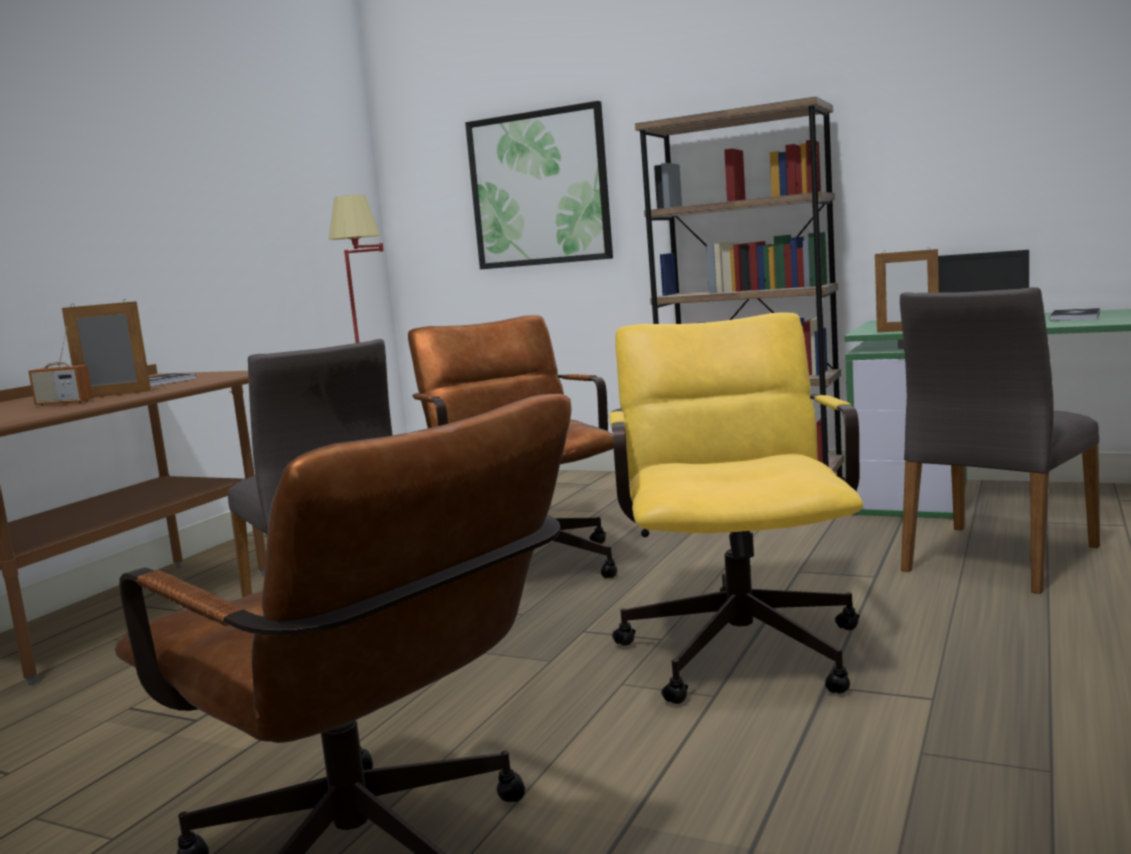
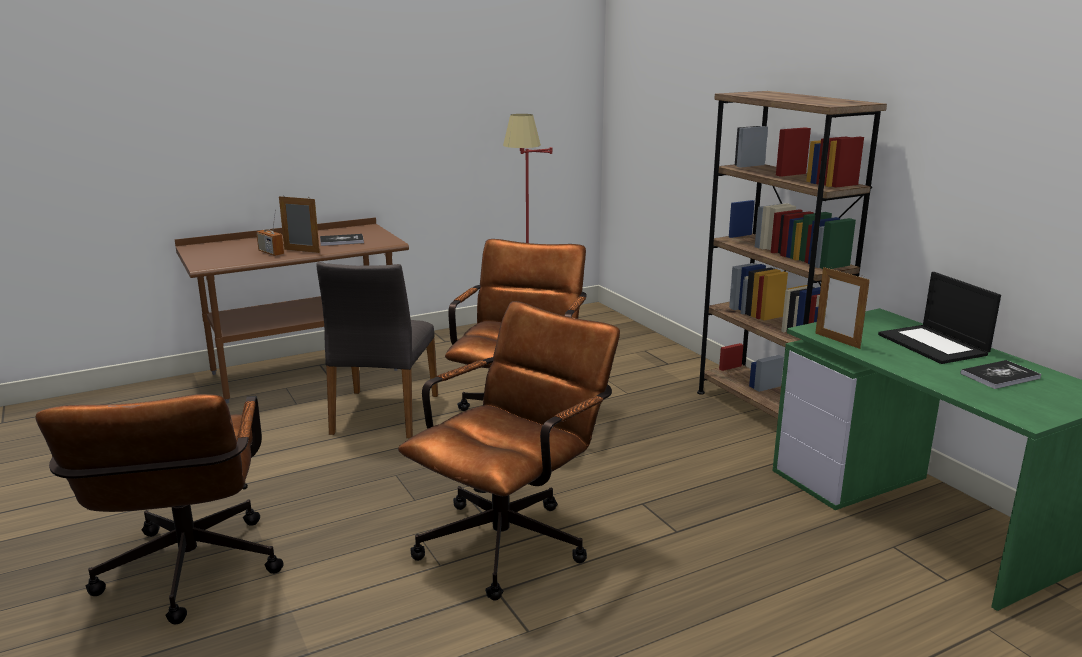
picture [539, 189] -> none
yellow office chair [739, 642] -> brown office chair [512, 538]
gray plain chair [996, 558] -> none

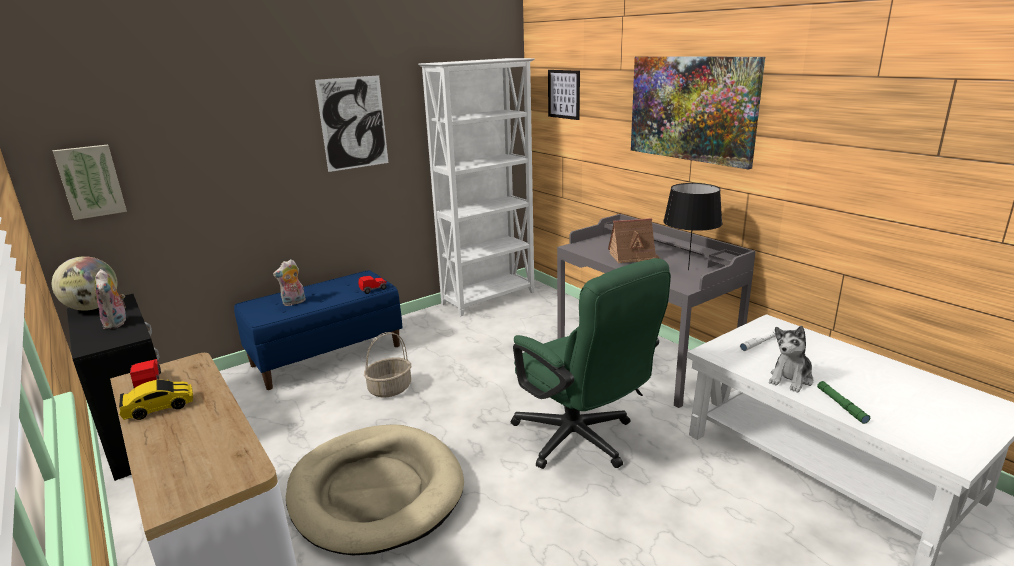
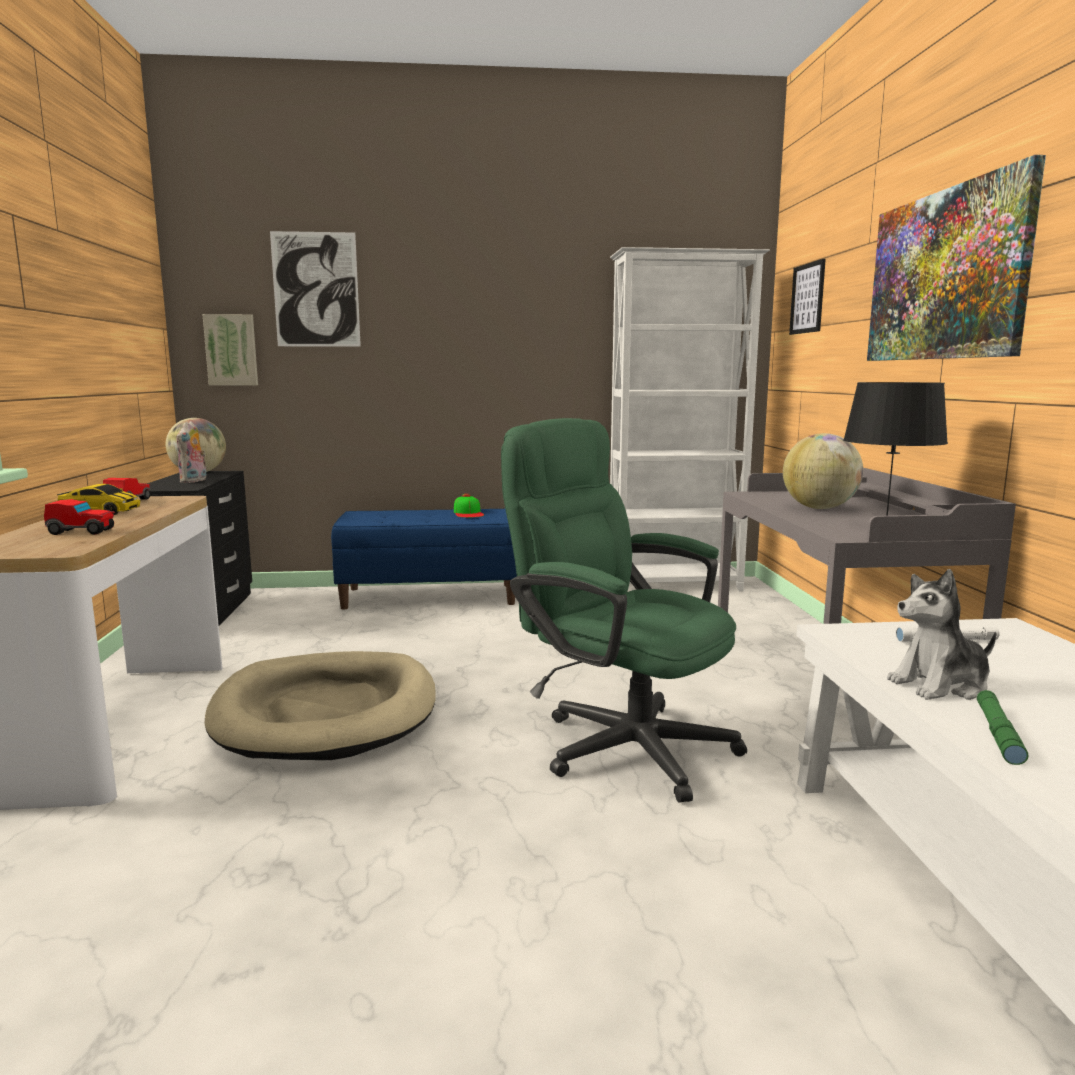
soft toy [294, 303] -> none
picture [353, 123] -> picture [316, 290], relocated
miniature car [373, 289] -> miniature car [82, 532], relocated
storage basket [390, 388] -> none
green office chair [581, 441] -> green office chair [619, 742], 135 degrees clockwise
miniature house [633, 257] -> desk globe [819, 508]
none -> peaked cap [468, 513]

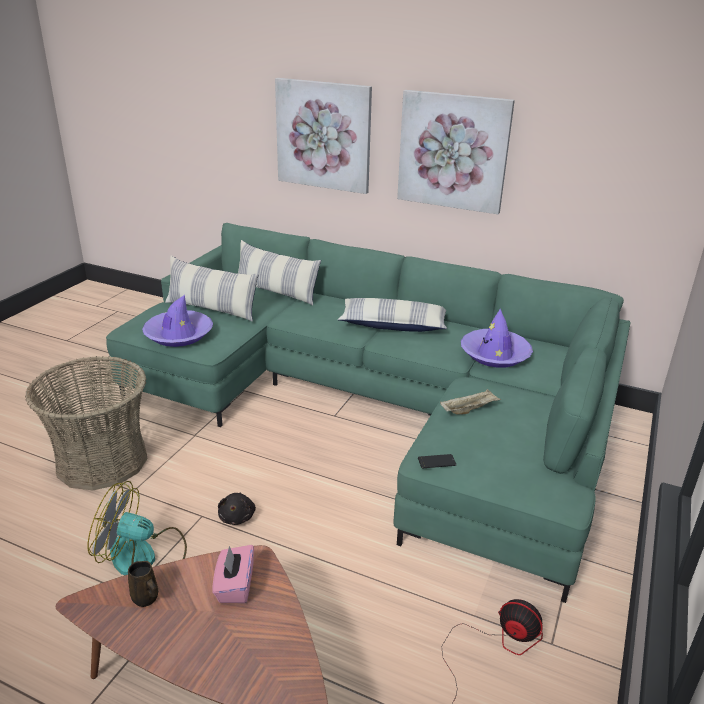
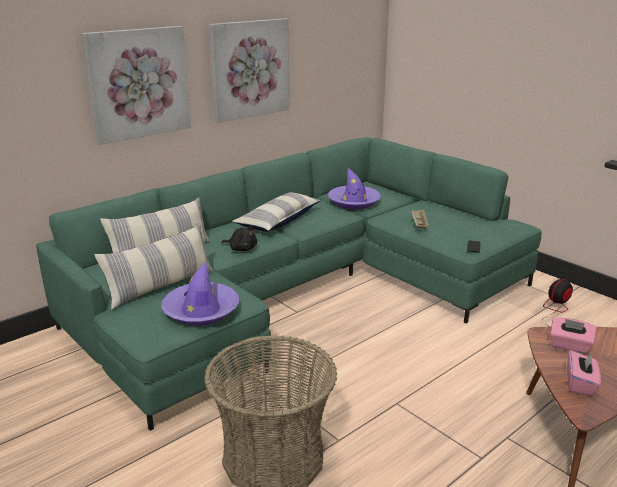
electric fan [144, 558] -> none
brown coffee mug [146, 599] -> pink-coloured tissue holder [580, 384]
blackish soft toy [237, 517] -> blackish soft toy [241, 249], relocated

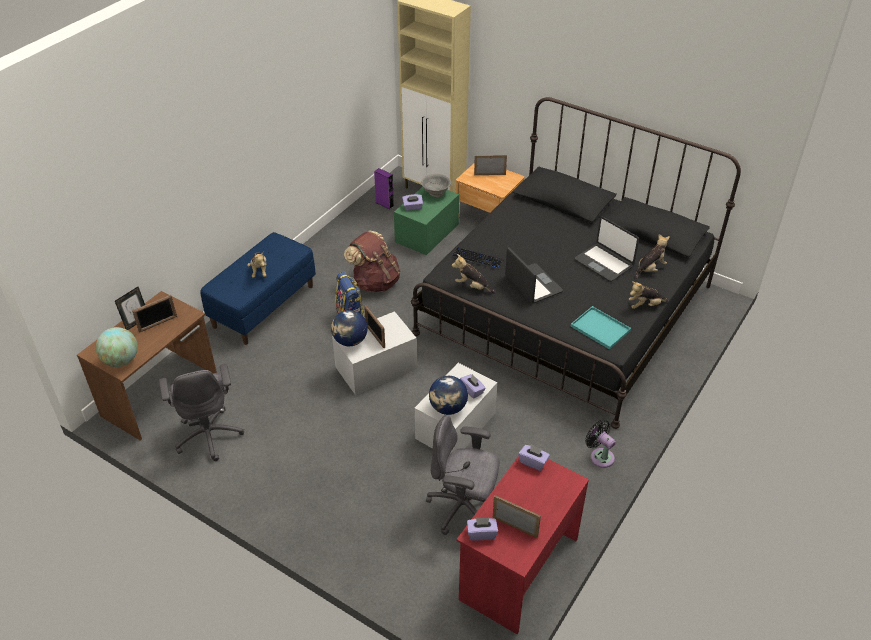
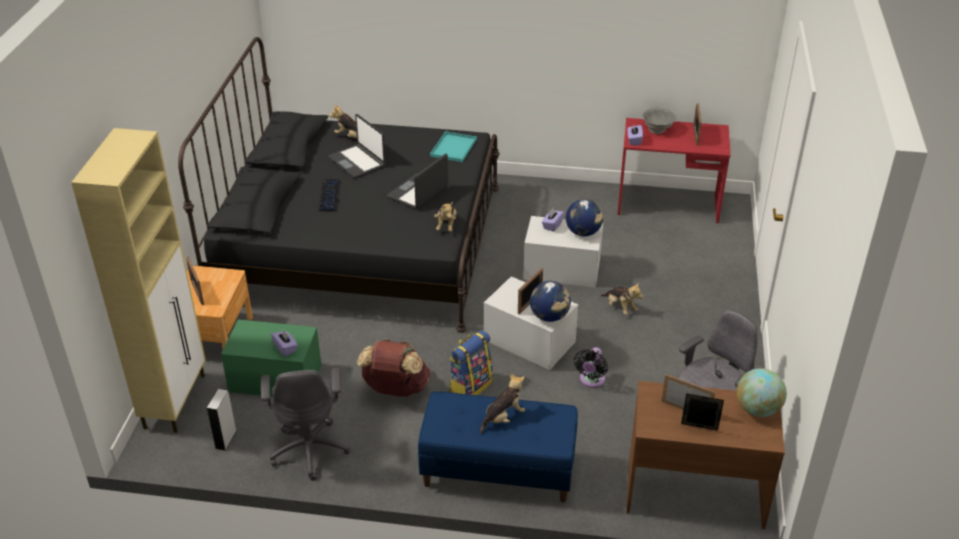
purple-coloured audio speaker [384, 204] -> gray audio speaker [226, 439]
gray deep dish [436, 193] -> gray deep dish [657, 129], relocated
gray office chair [463, 508] -> gray office chair [310, 449], relocated
computer keyboard [477, 259] -> computer keyboard [329, 195], relocated
purple-coloured tissue holder [481, 533] -> none
portable computer [604, 263] -> portable computer [357, 161], 120 degrees clockwise
blackish electric fan [600, 456] -> blackish electric fan [591, 380], relocated
soft toy [645, 305] -> soft toy [620, 307], relocated

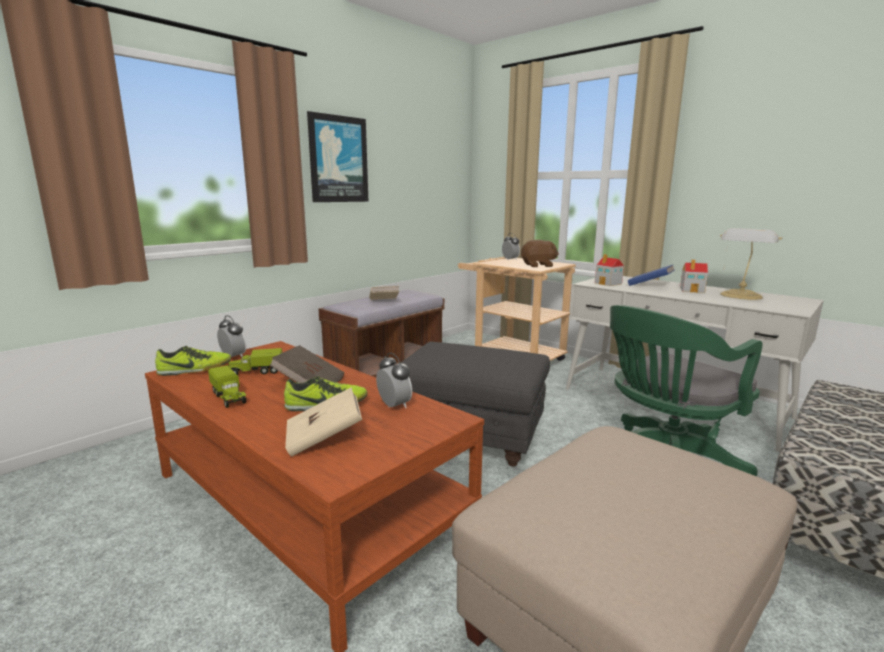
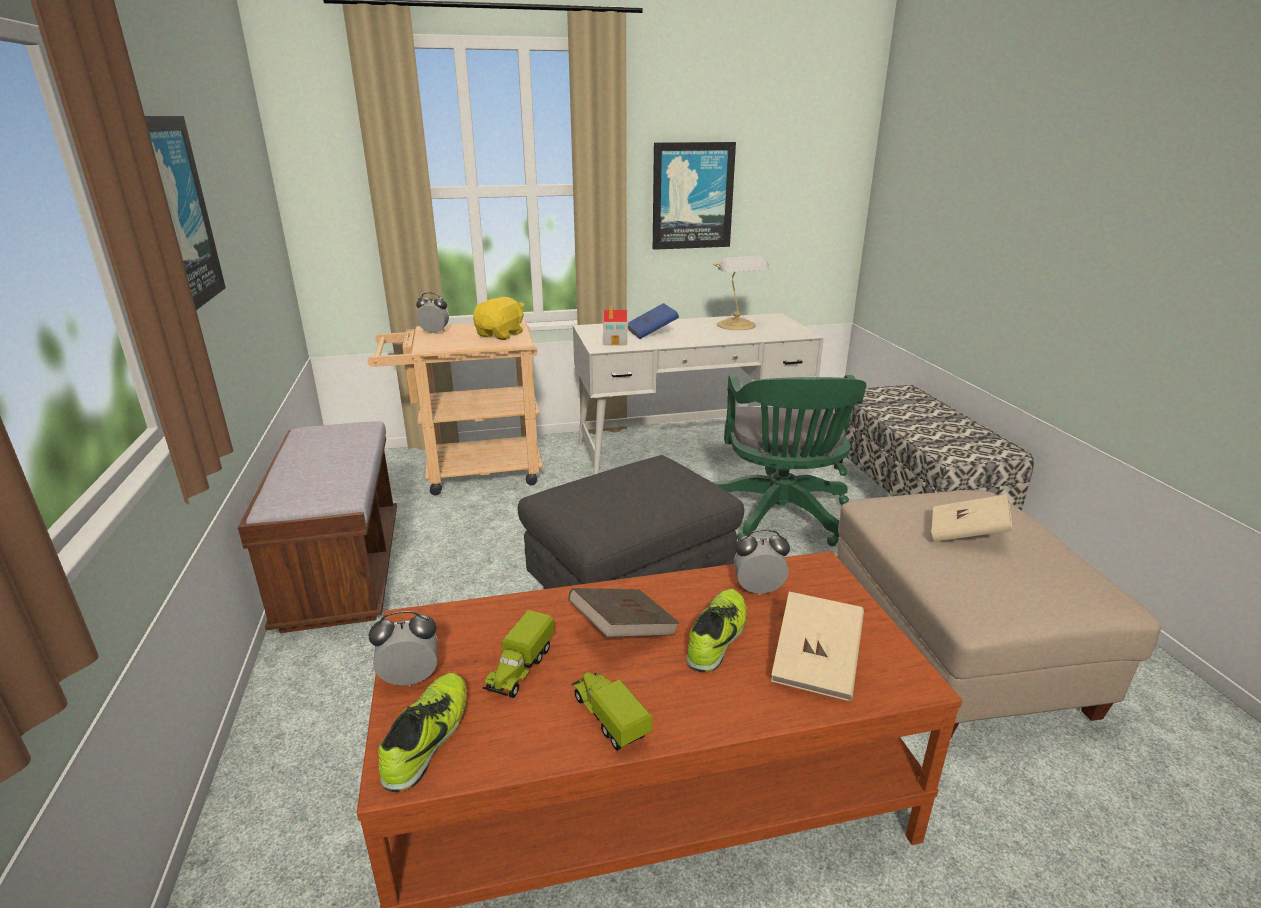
model truck [229, 398] -> model truck [609, 718], 120 degrees counterclockwise
sand-coloured bound book [384, 302] -> sand-coloured bound book [966, 535], relocated
brown soft toy [538, 265] -> yellow soft toy [501, 335]
miniature house [692, 290] -> none
none -> picture [692, 196]

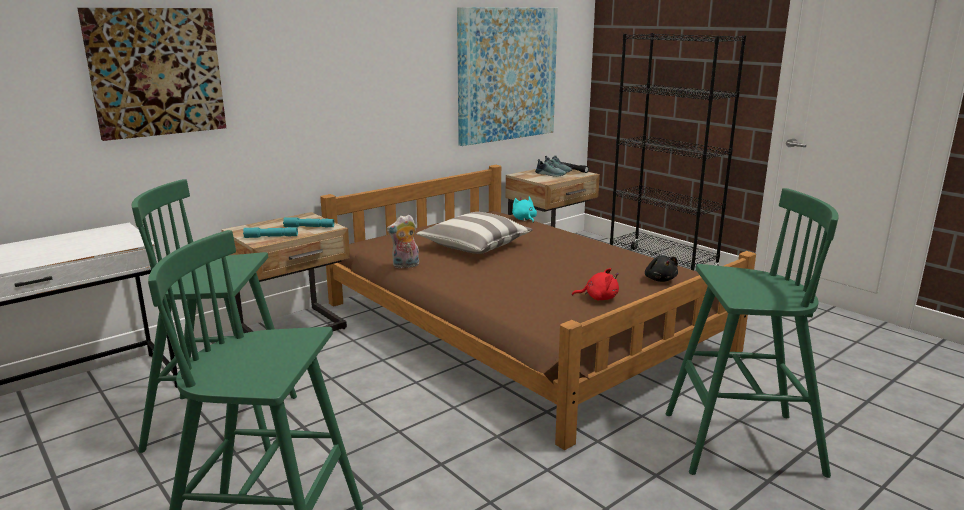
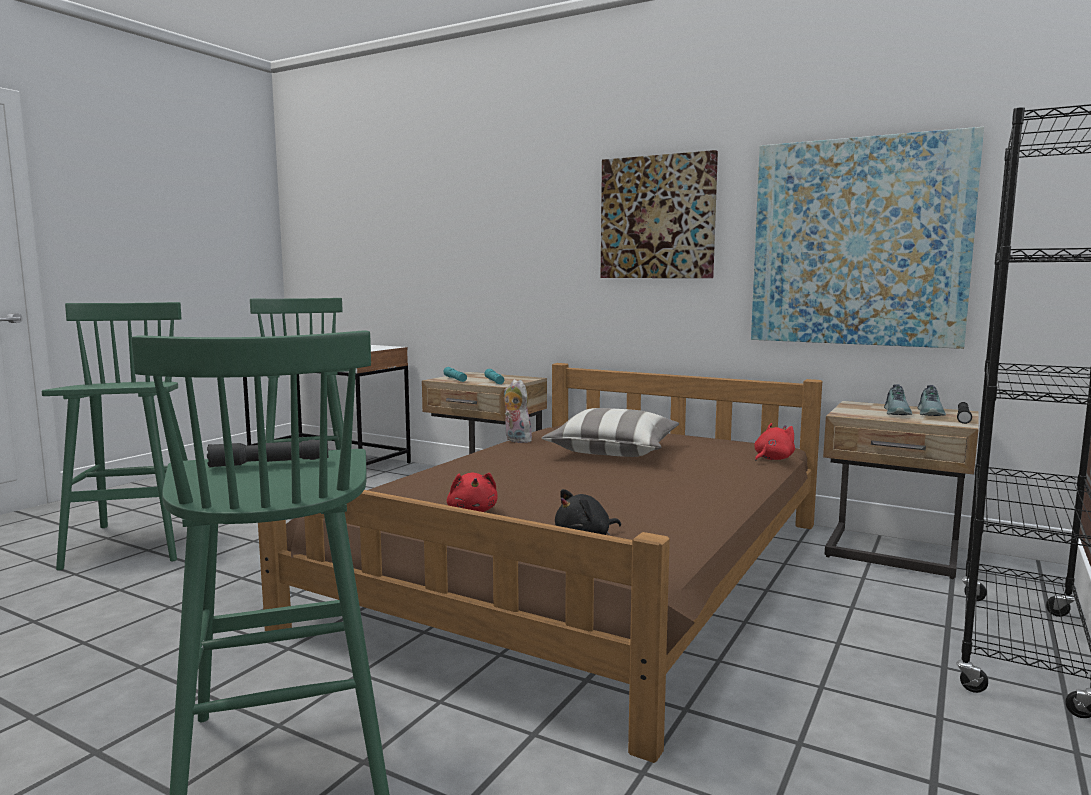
picture [156, 72] -> picture [657, 217], relocated
turquoise-coloured soft toy [524, 219] -> reddish soft toy [772, 459]
none -> gray flashlight [270, 463]

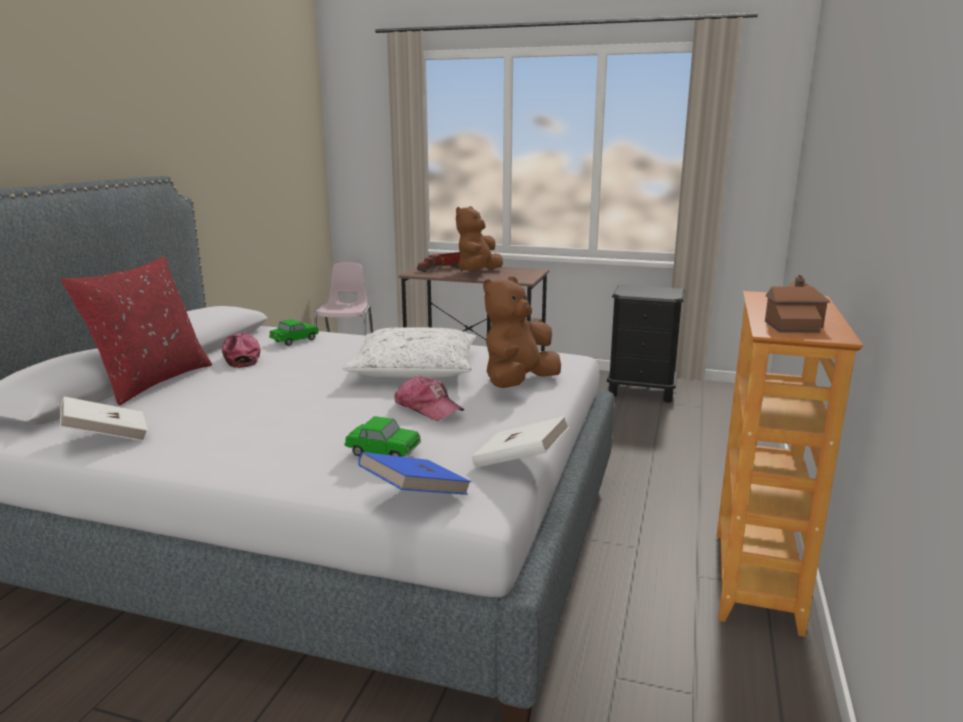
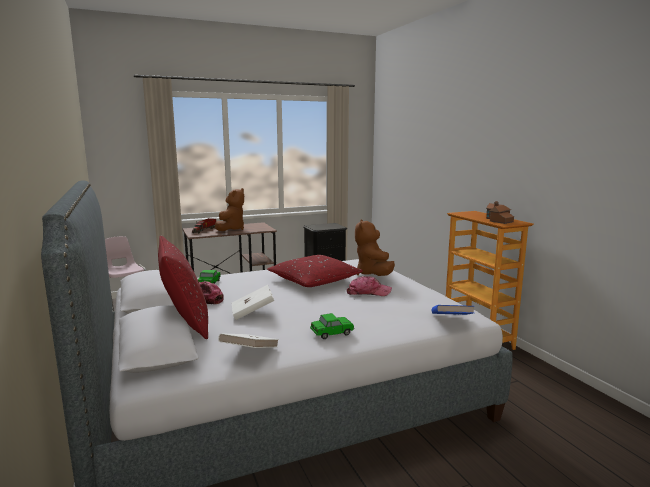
white cushion [414, 369] -> reddish cushion [314, 280]
miniature car [383, 452] -> miniature car [332, 333], relocated
brown soft toy [478, 272] -> brown soft toy [231, 229], 150 degrees counterclockwise
white bound book [520, 462] -> white bound book [252, 312], relocated

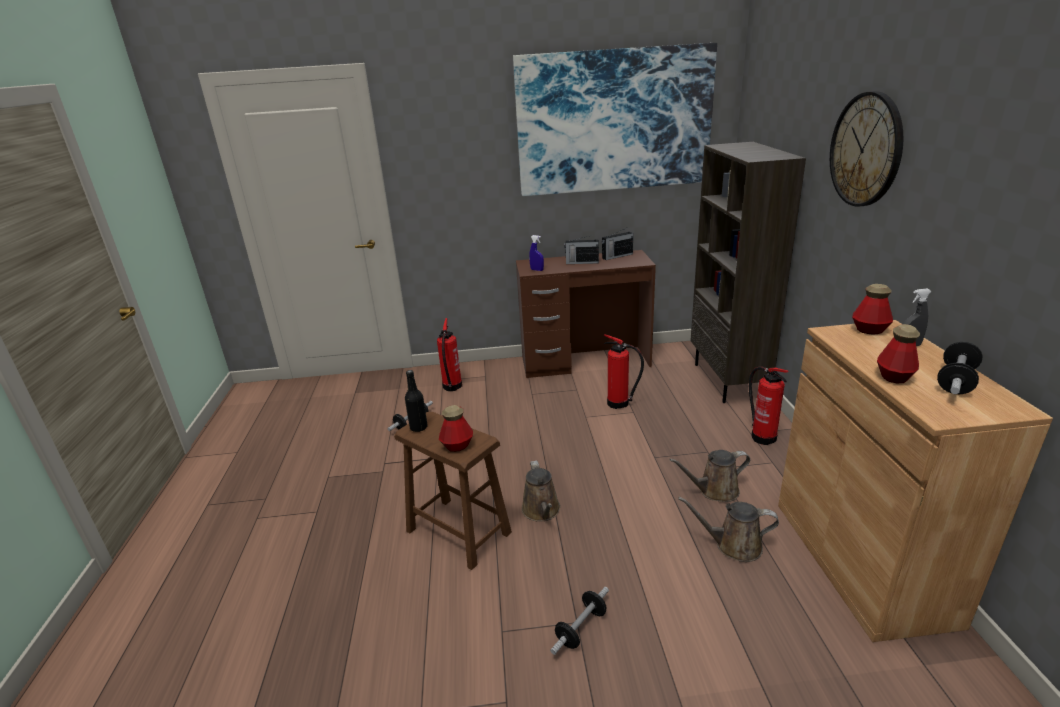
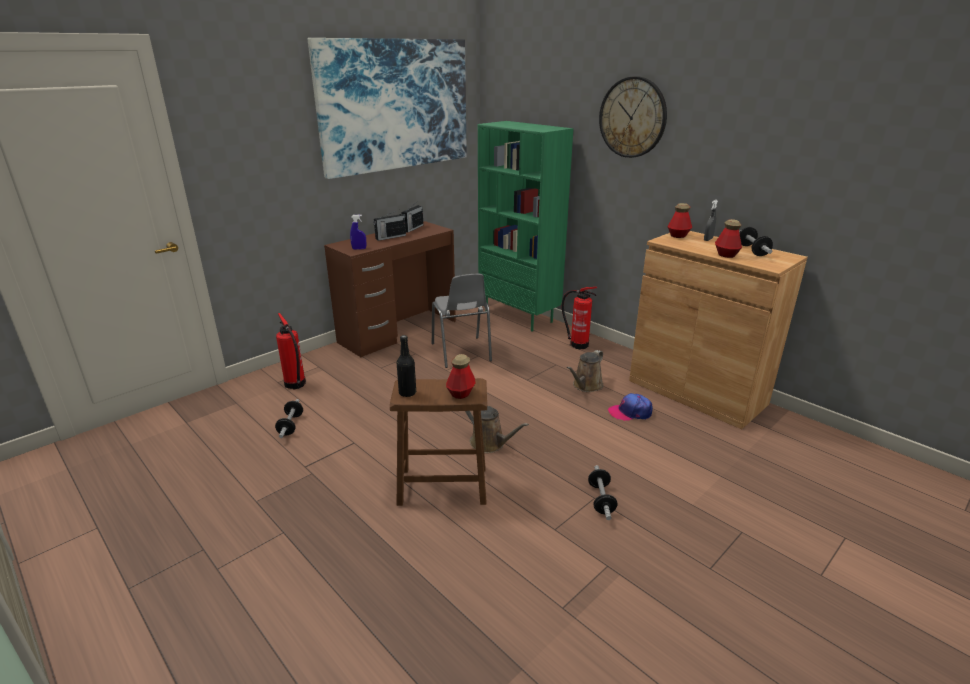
fire extinguisher [620, 404] -> gray plain chair [461, 353]
brown watering pot [733, 545] -> peaked cap [630, 412]
brown shelving unit [728, 381] -> green shelving unit [519, 316]

